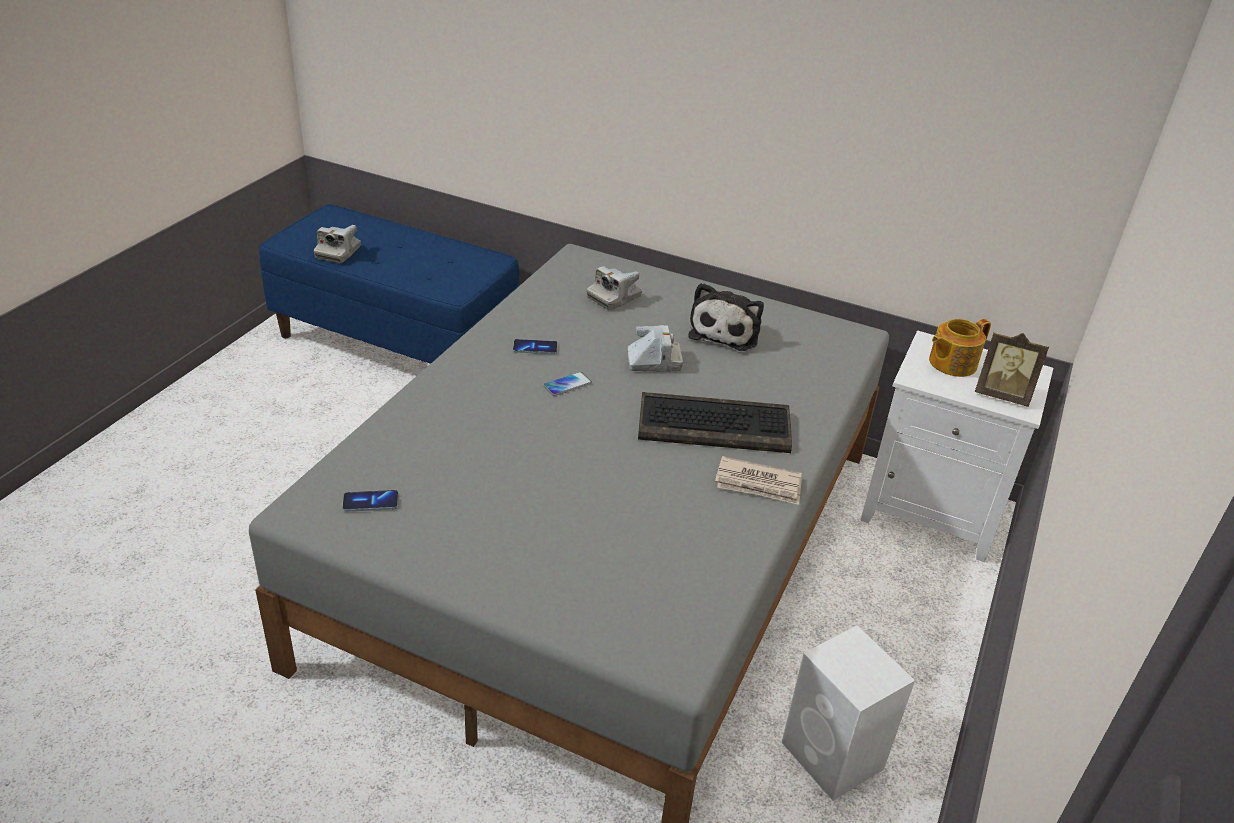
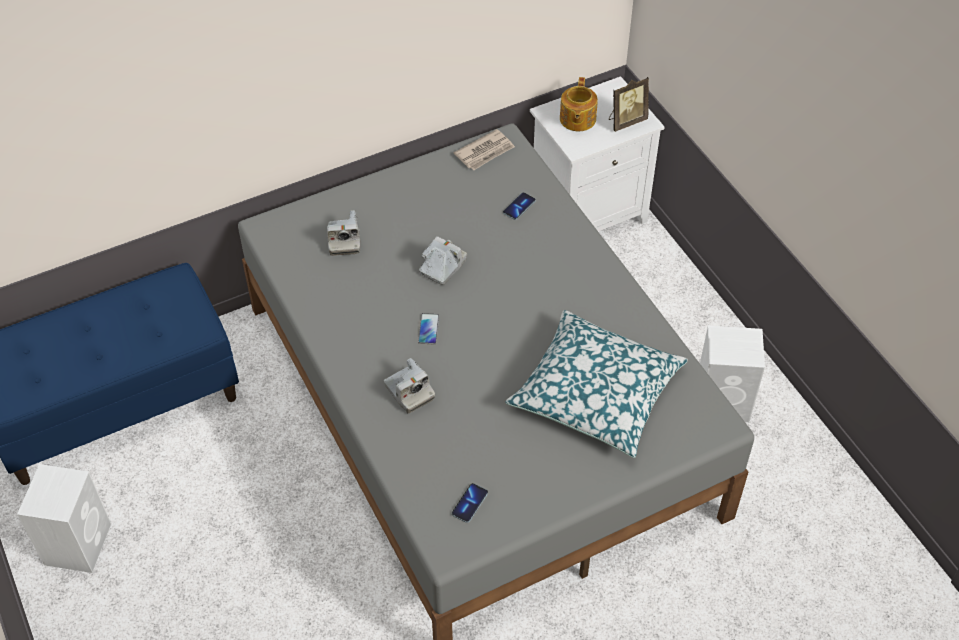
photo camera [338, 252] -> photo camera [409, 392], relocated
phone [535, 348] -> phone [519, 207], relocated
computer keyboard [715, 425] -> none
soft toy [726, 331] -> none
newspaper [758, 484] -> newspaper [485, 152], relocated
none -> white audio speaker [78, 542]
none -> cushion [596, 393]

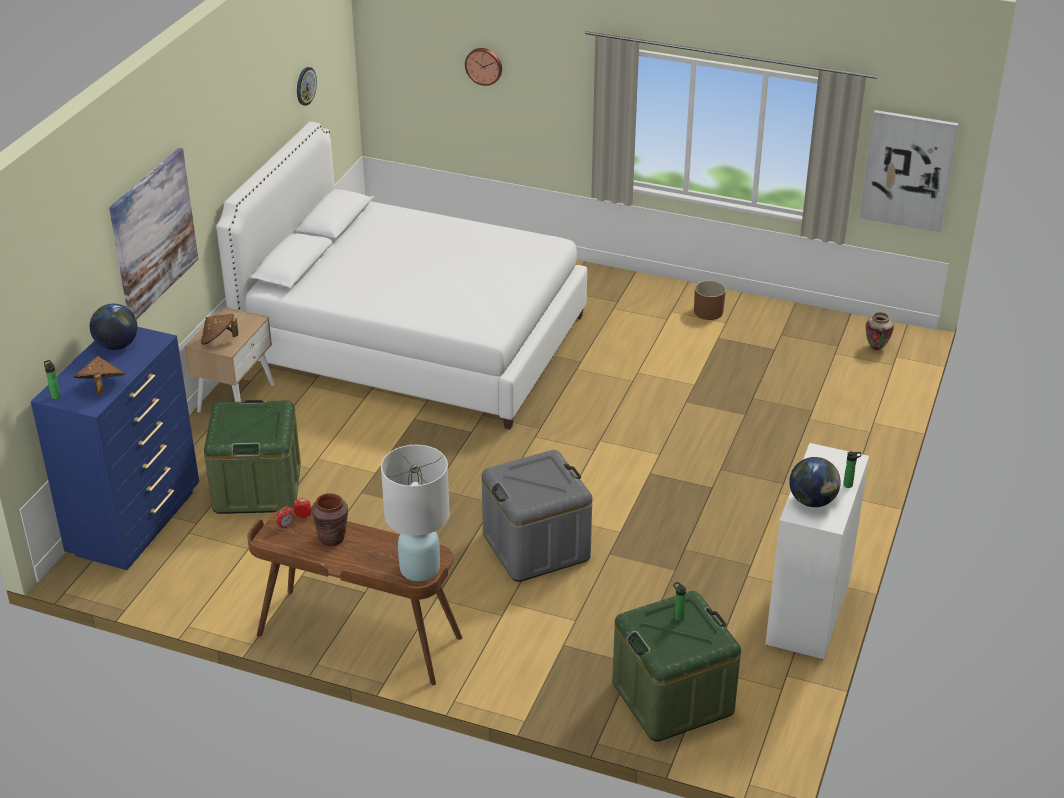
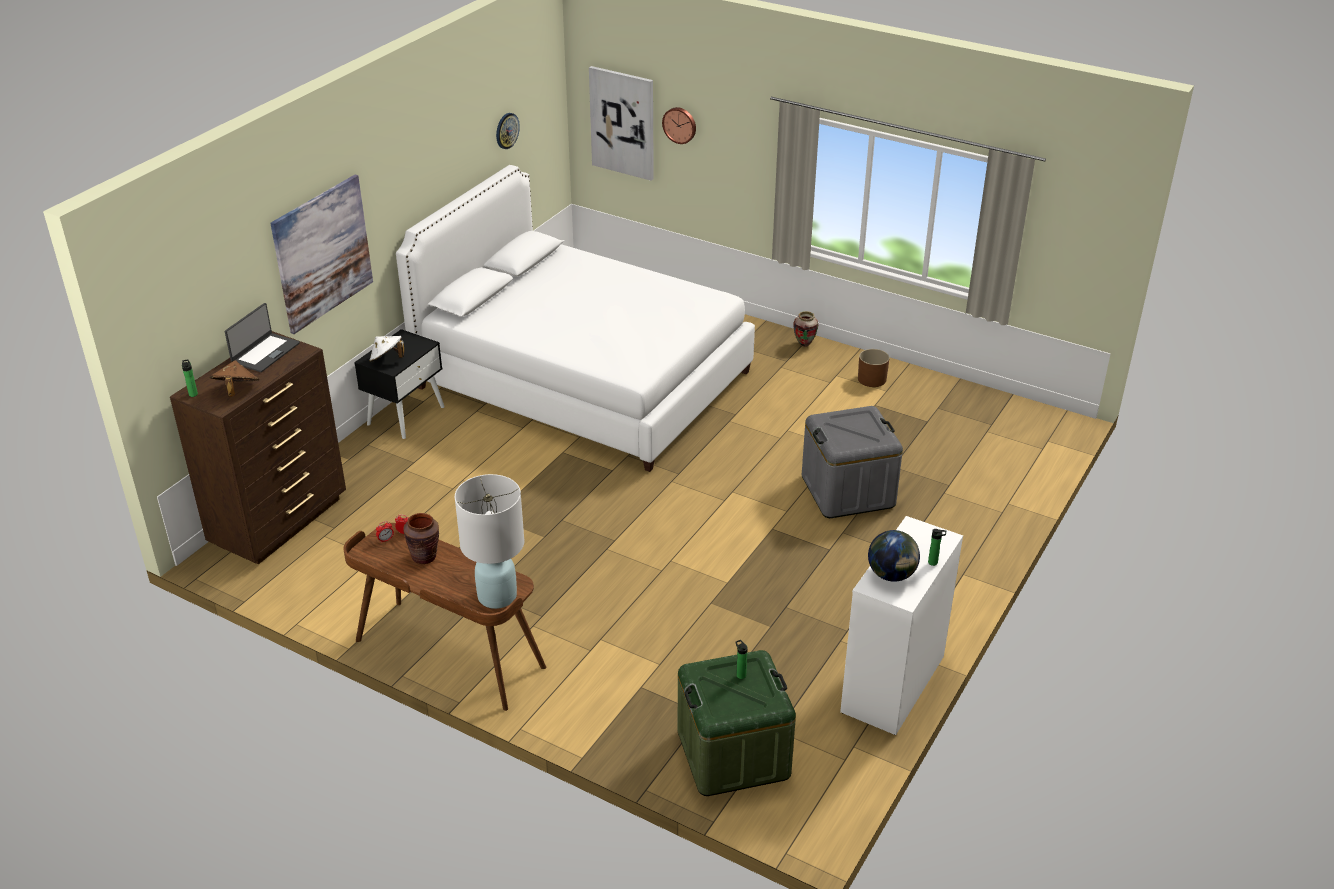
blue-coloured drawer chest [137, 523] -> brown drawer chest [280, 522]
desk globe [117, 345] -> portable computer [265, 353]
sand-coloured bedside table [236, 397] -> blackish bedside table [406, 415]
brown clothing hat [219, 340] -> white clothing hat [387, 359]
green storage box [257, 488] -> none
gray storage box [536, 546] -> gray storage box [848, 491], relocated
picture [908, 170] -> picture [622, 123], relocated
flower vase [876, 347] -> flower vase [804, 344], relocated

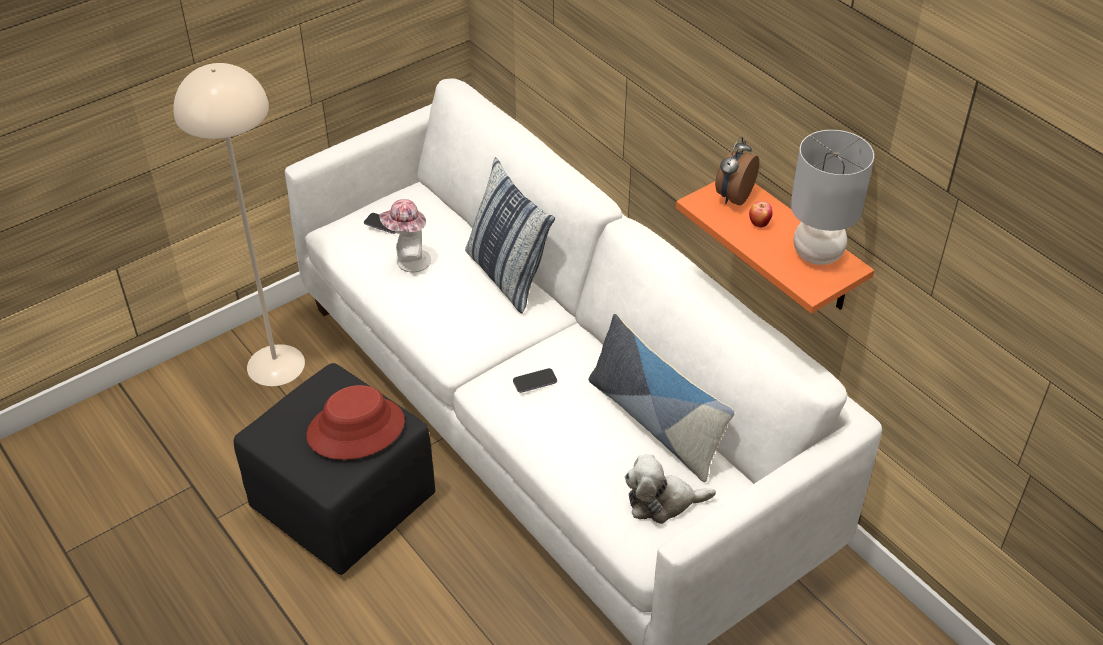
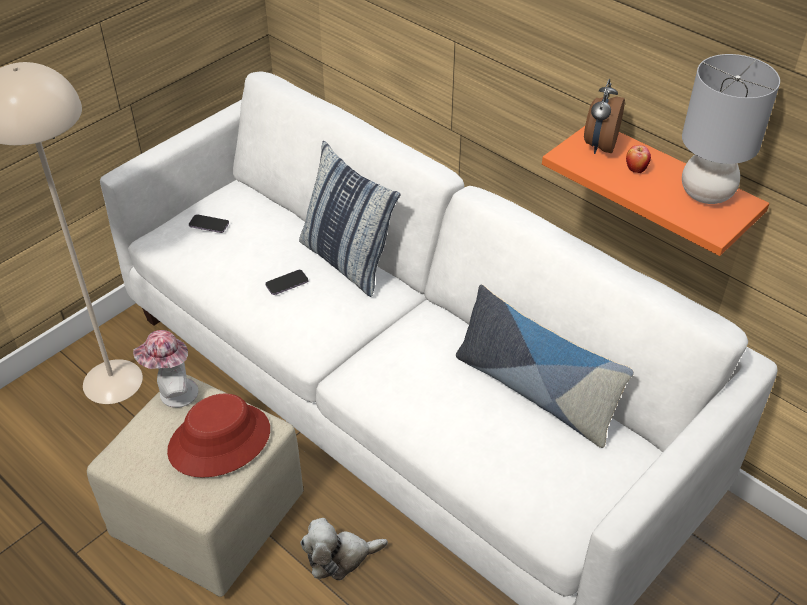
blackish footrest [345, 504] -> sand-coloured footrest [211, 517]
clothing hat [409, 261] -> clothing hat [173, 394], relocated
phone [535, 381] -> phone [287, 283], relocated
soft toy [662, 501] -> soft toy [340, 557], relocated

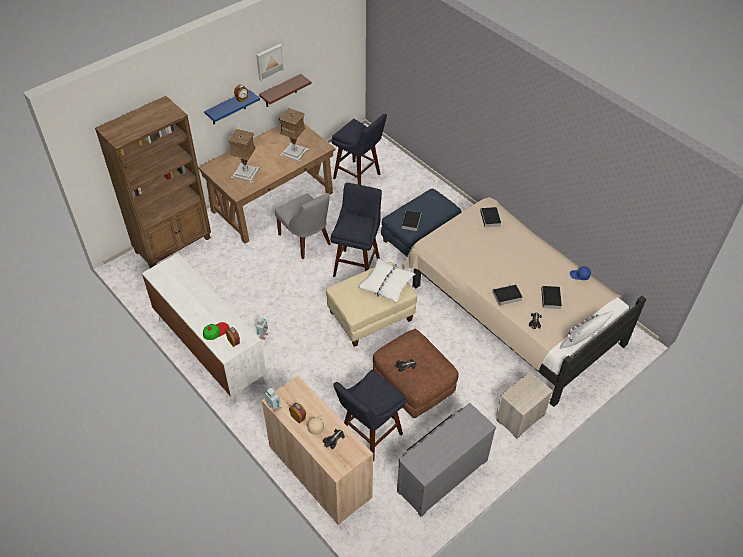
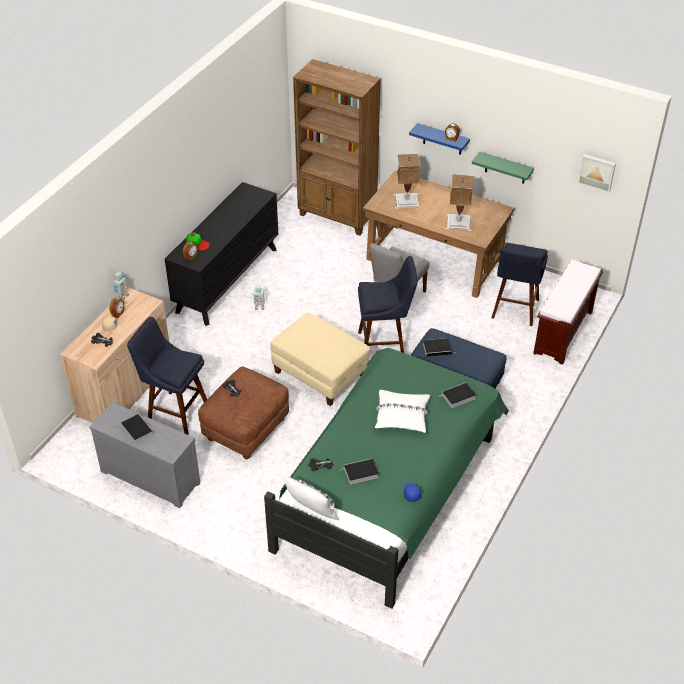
white drawer chest [209, 350] -> blackish drawer chest [227, 279]
picture [269, 61] -> picture [597, 172], relocated
brown shelf [280, 91] -> green shelf [505, 168]
white cushion [386, 284] -> white cushion [401, 415], relocated
sand-coloured bed [510, 309] -> green bed [389, 486]
bound book [506, 296] -> bound book [136, 429], relocated
bedside table [519, 417] -> none
none -> brown bench [563, 333]

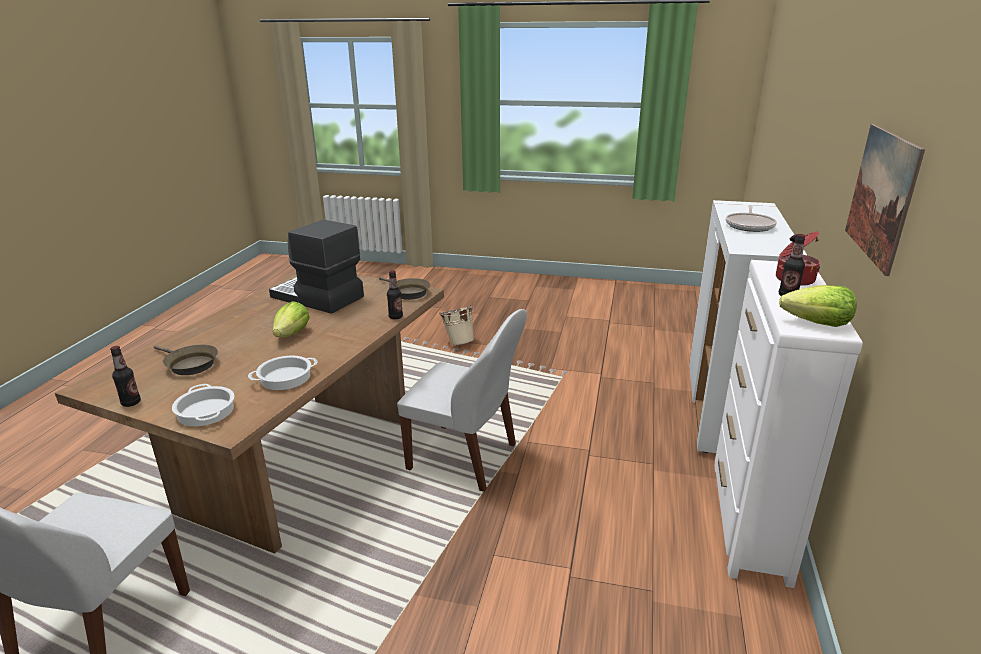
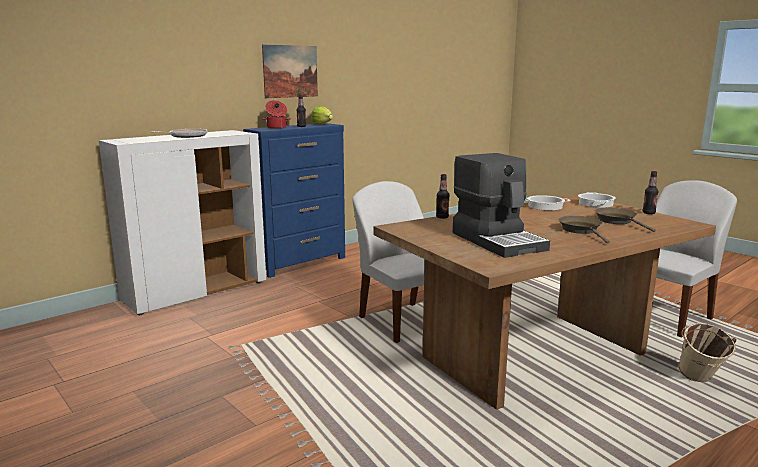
head of lettuce [292, 334] -> none
brown pan [407, 292] -> brown pan [581, 230], relocated
sand-coloured bucket [458, 343] -> sand-coloured bucket [699, 381], relocated
white drawer chest [749, 520] -> blue-coloured drawer chest [301, 263]

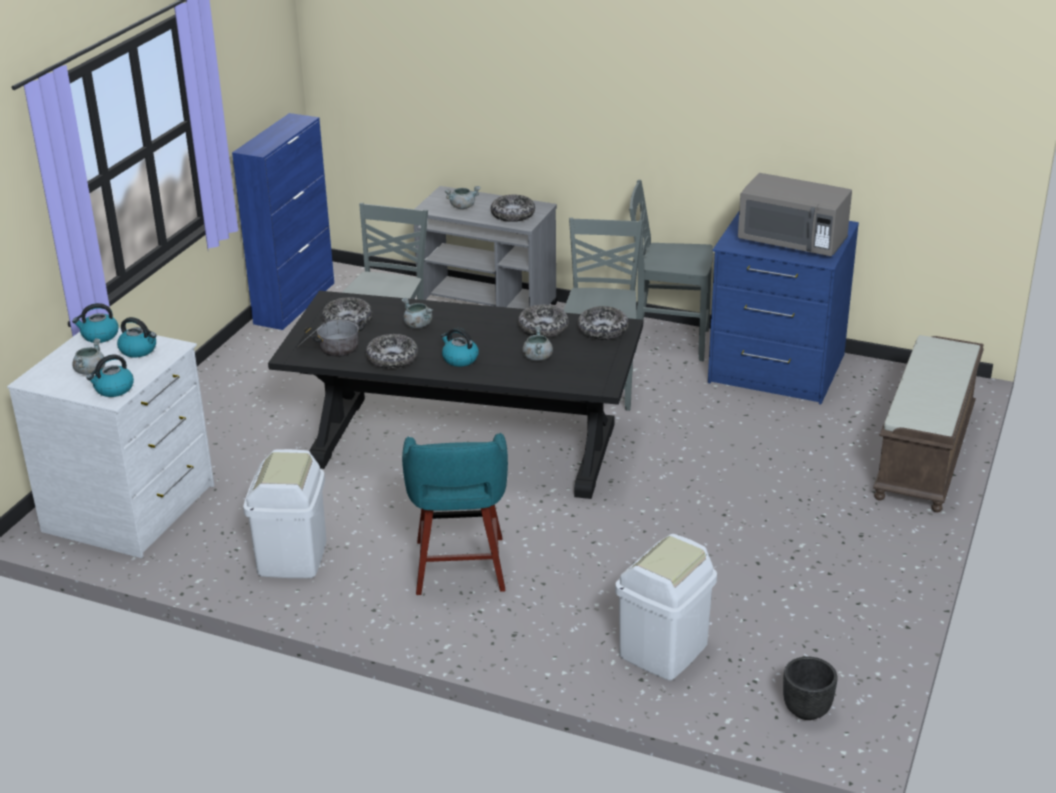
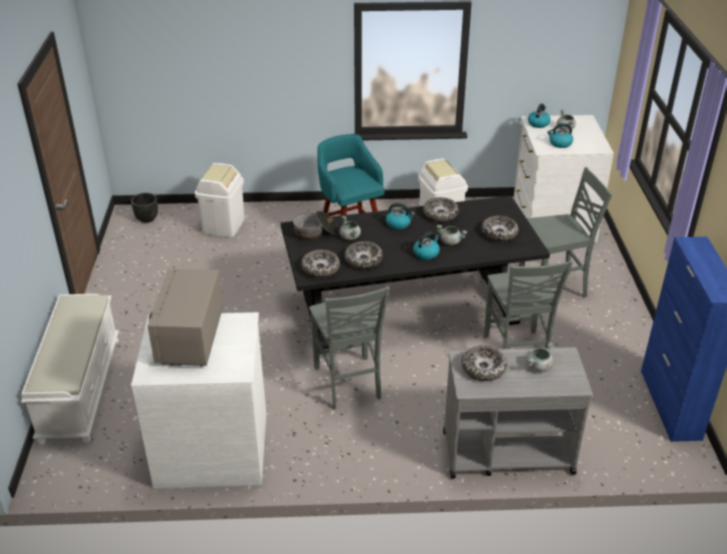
kettle [99, 336] -> kettle [426, 253], relocated
stockpot [330, 348] -> stockpot [315, 233], relocated
gray plain chair [668, 342] -> gray plain chair [553, 288], relocated
blue-coloured drawer chest [776, 369] -> white drawer chest [212, 448]
gray kitchen microwave [792, 242] -> gray kitchen microwave [190, 337], 90 degrees counterclockwise
brown bench [925, 455] -> white bench [79, 388]

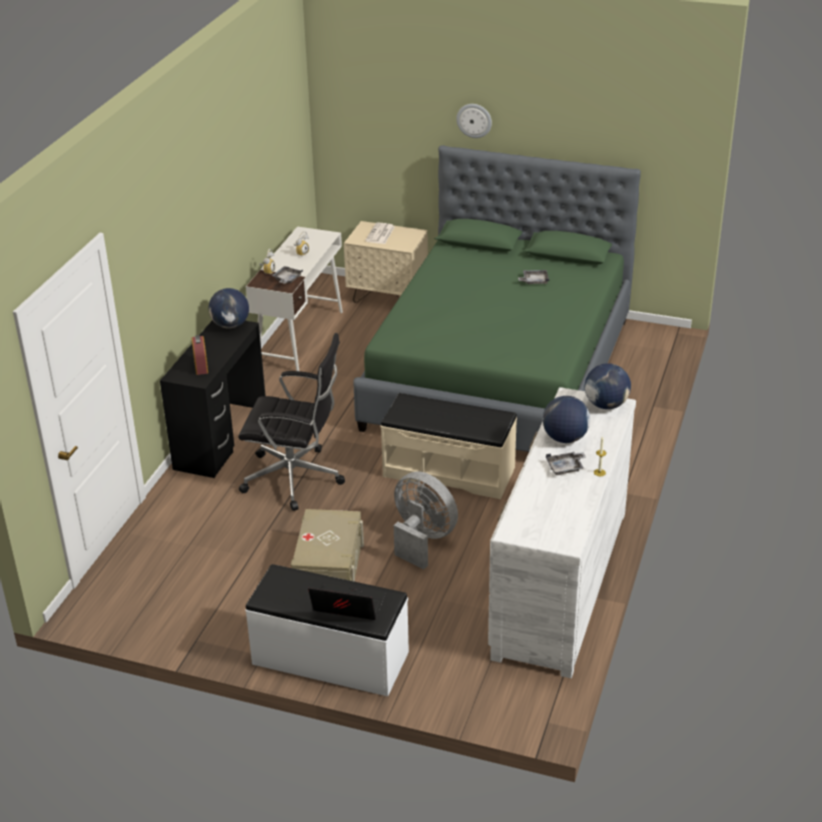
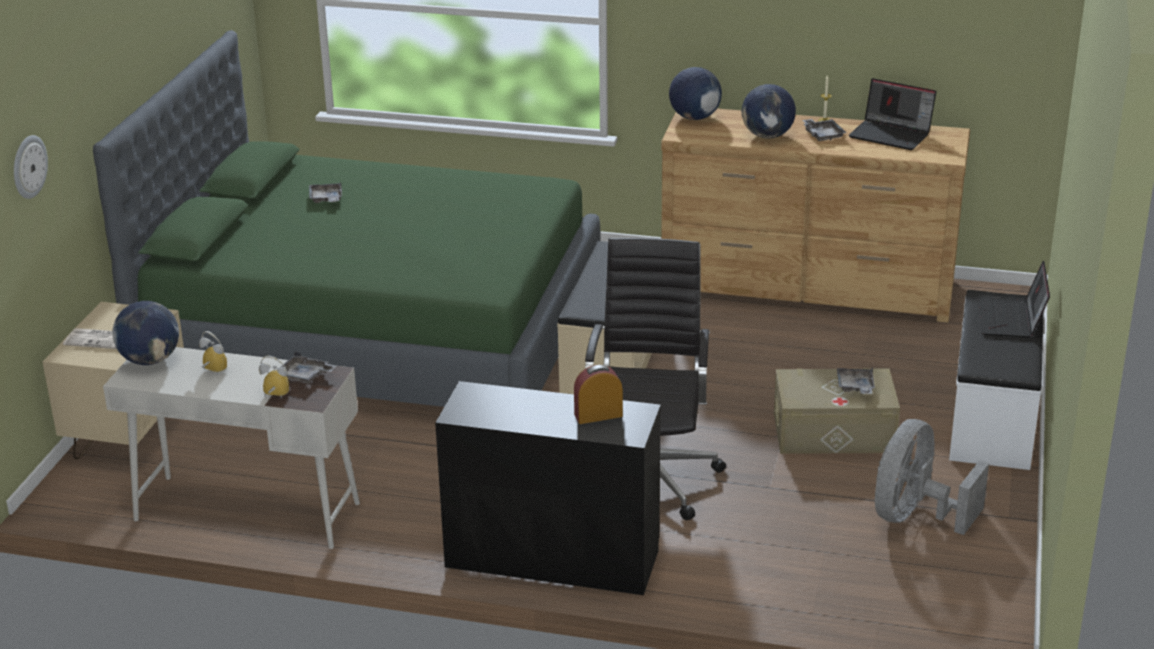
desk globe [230, 325] -> desk globe [150, 360], relocated
gray electric fan [422, 539] -> gray electric fan [915, 516], relocated
hanging clock [474, 120] -> hanging clock [28, 166], relocated
white drawer chest [559, 582] -> brown drawer chest [808, 287]
none -> gray carrying tray [855, 387]
none -> portable computer [892, 134]

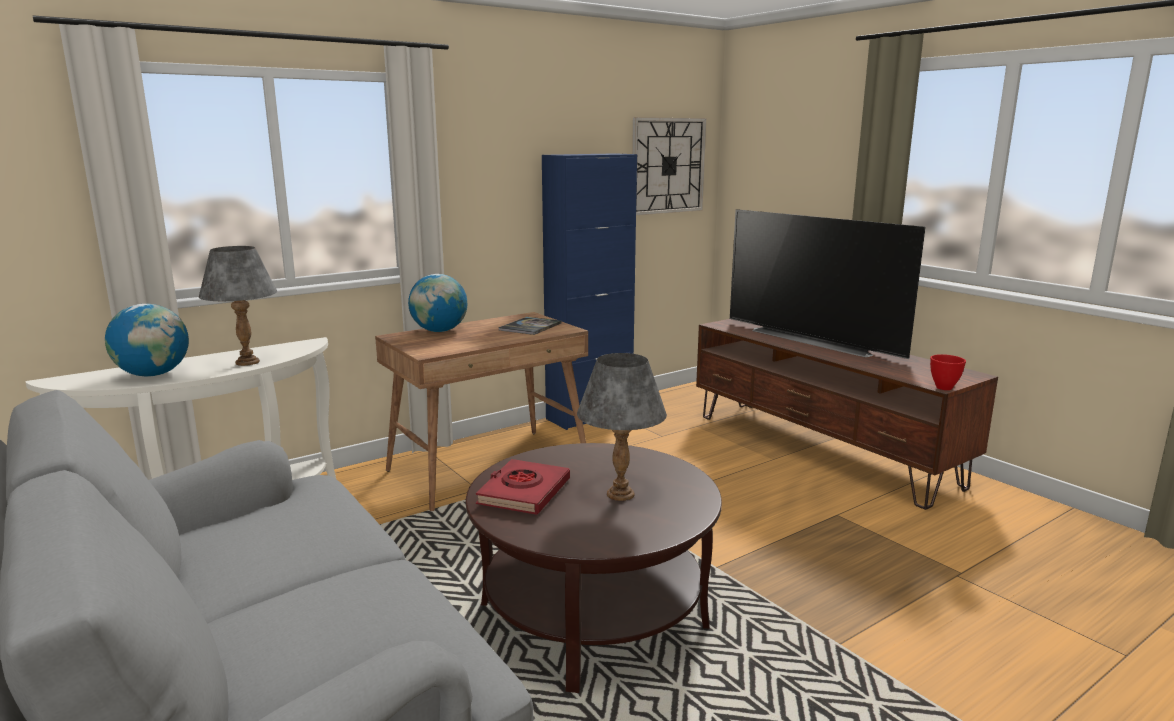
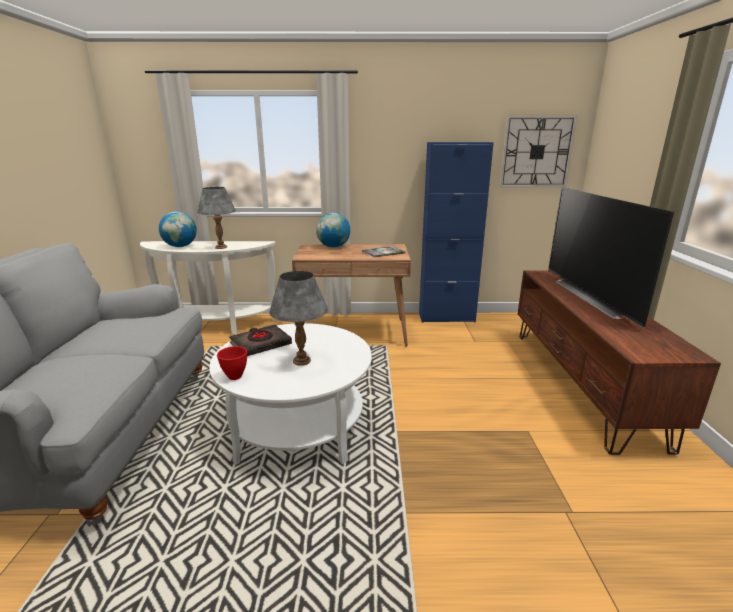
brown low table [592, 614] -> white low table [297, 428]
reddish bound book [523, 492] -> blackish bound book [260, 344]
reddish deep dish [944, 387] -> reddish deep dish [235, 376], relocated

